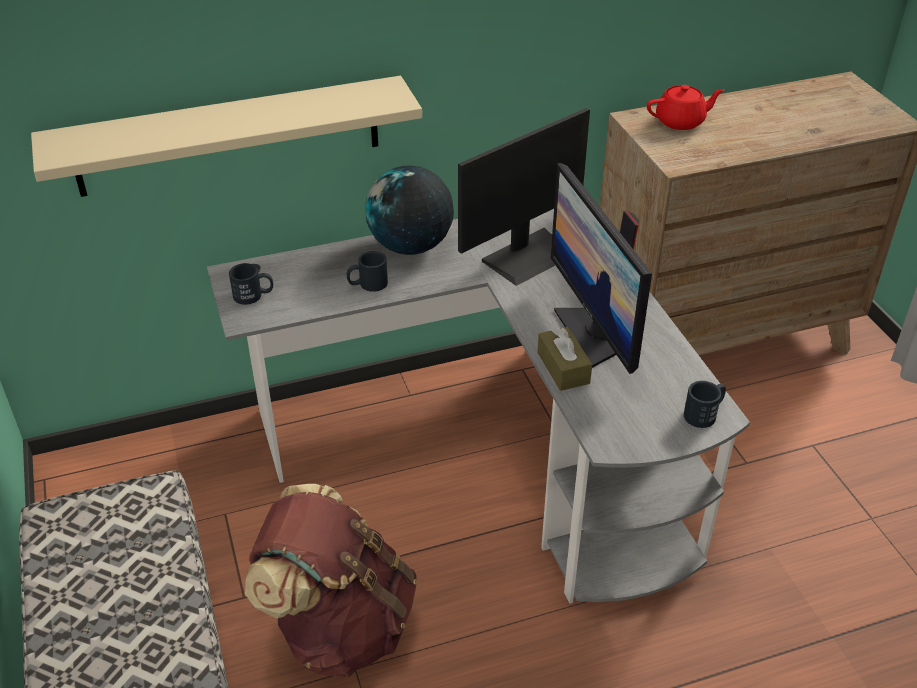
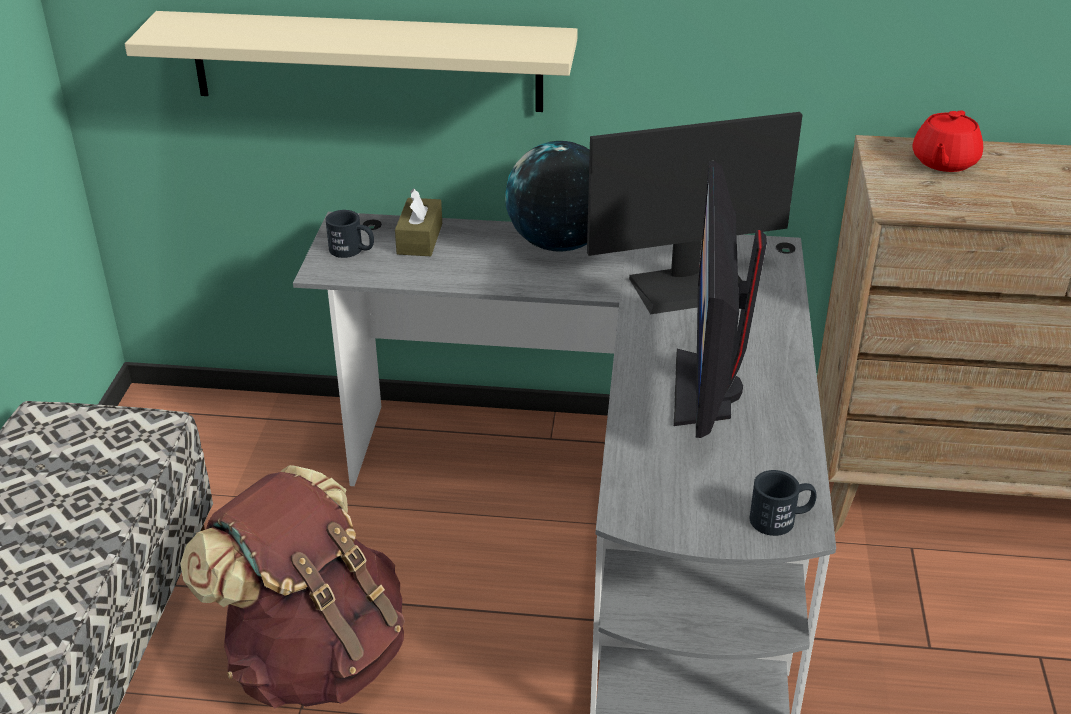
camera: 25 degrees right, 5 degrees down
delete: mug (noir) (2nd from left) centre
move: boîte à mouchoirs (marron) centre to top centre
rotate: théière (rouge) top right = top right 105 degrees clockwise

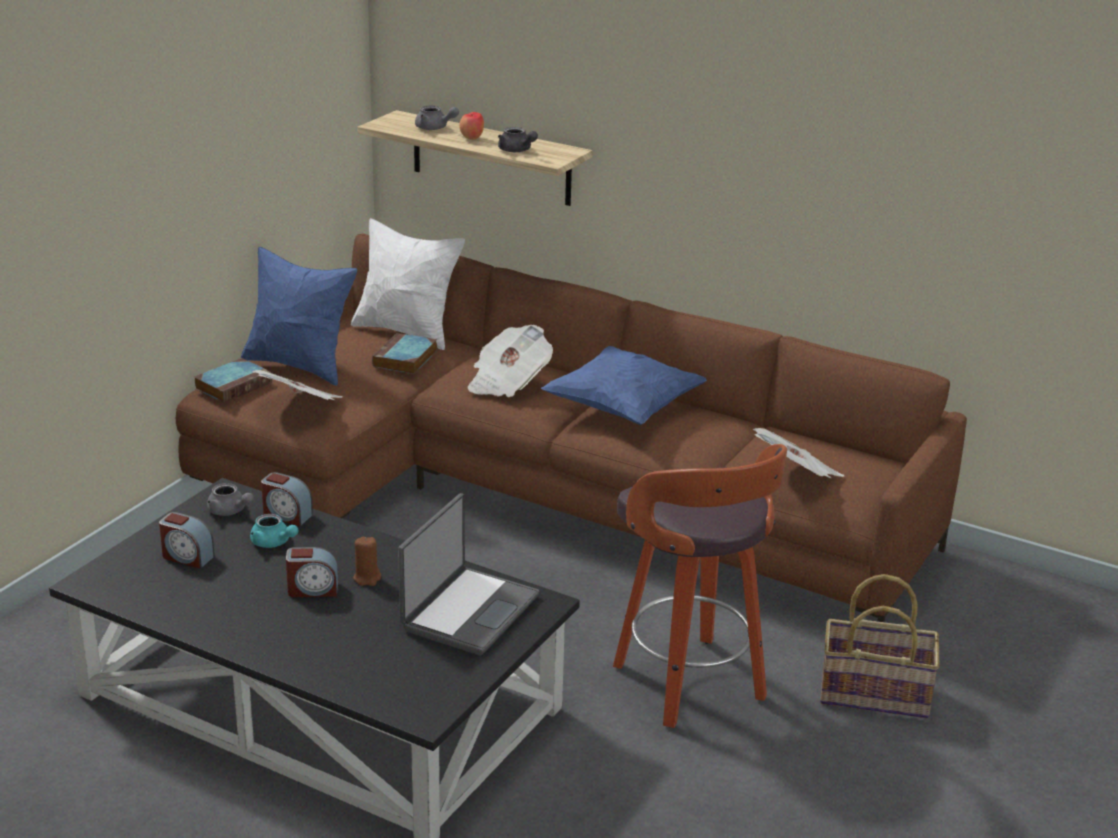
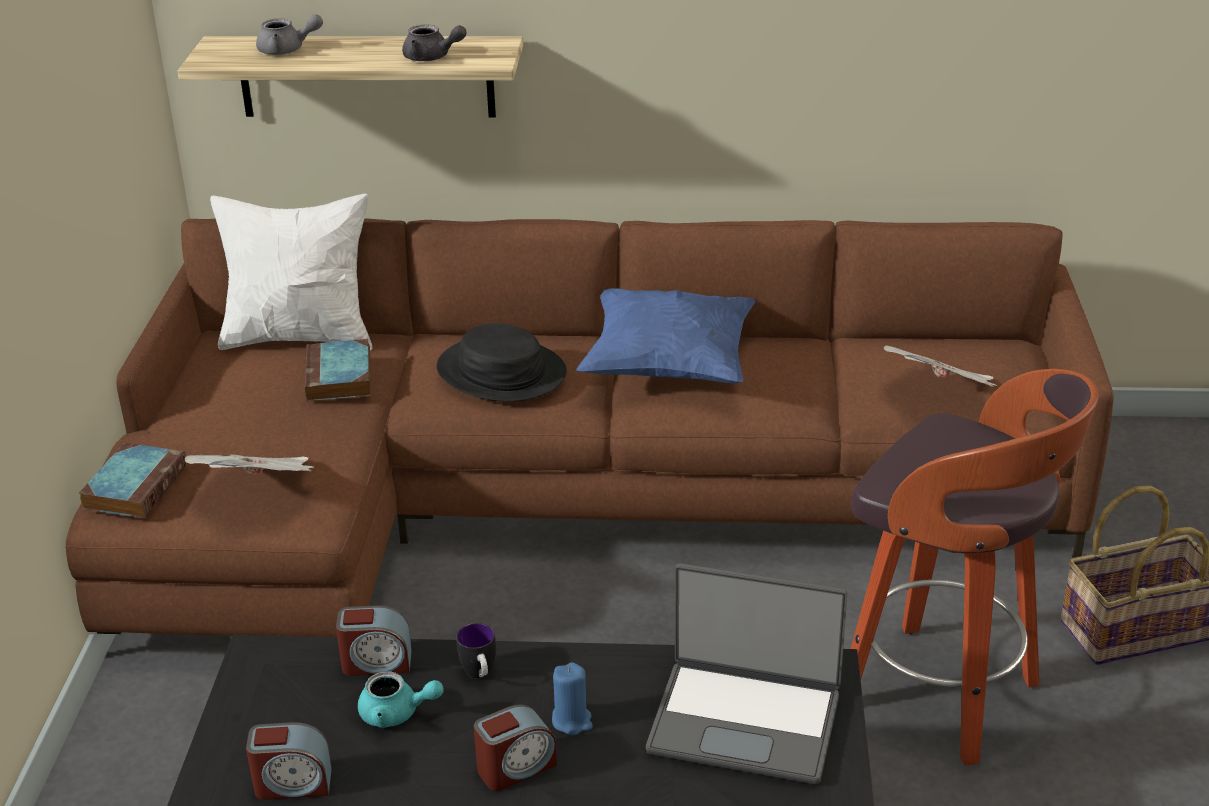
camera: 25 degrees left, 5 degrees up
delete: théière (gris) (1st from left) middle left; coussin (bleu) (1st from left) middle left; pomme top centre
insert: mug bottom centre
replace: journal (2nd from left) centre to chapeau (noir) centre
recolor: bougie (marron) bottom left to bougie (bleu) bottom centre
rotate: ordinateur portable bottom centre = bottom centre 105 degrees clockwise

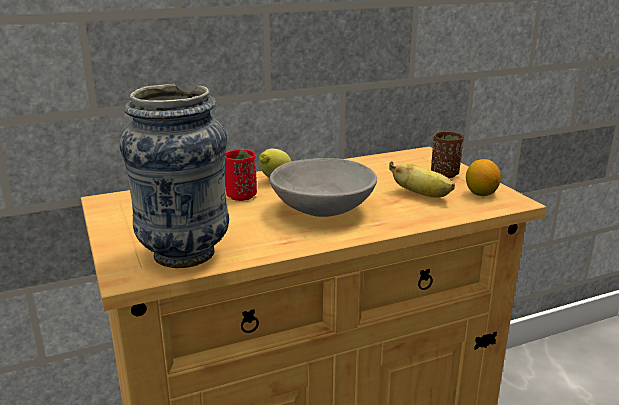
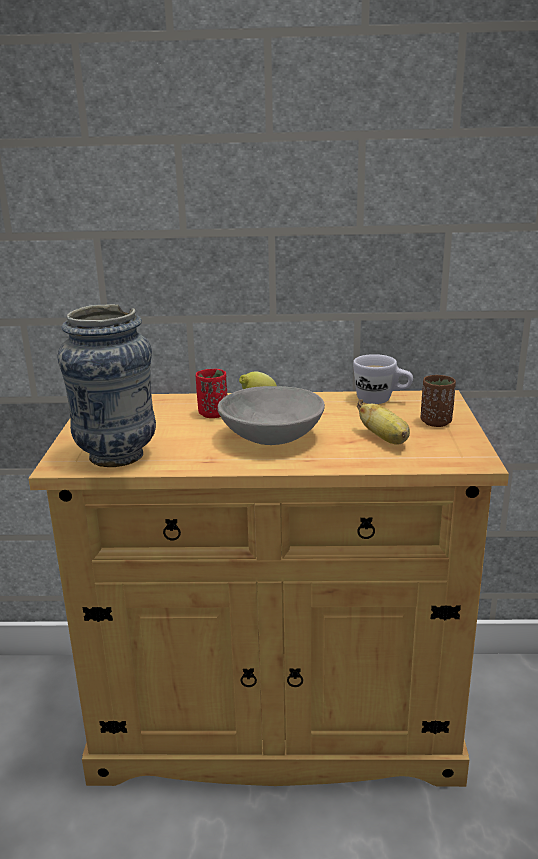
camera: 25 degrees right, 0 degrees up
delete: citron (2nd from left) middle right
insert: mug (blanc) middle right

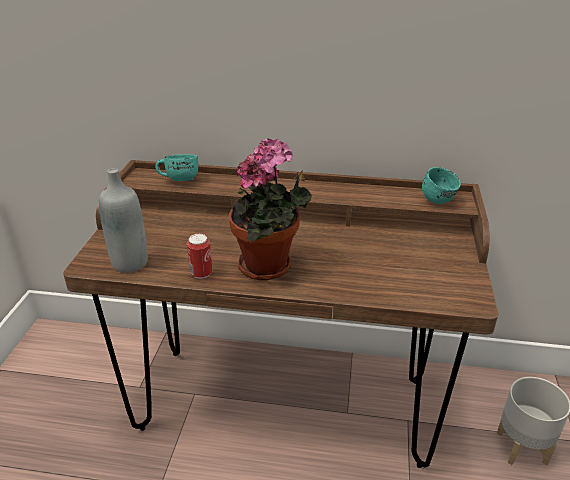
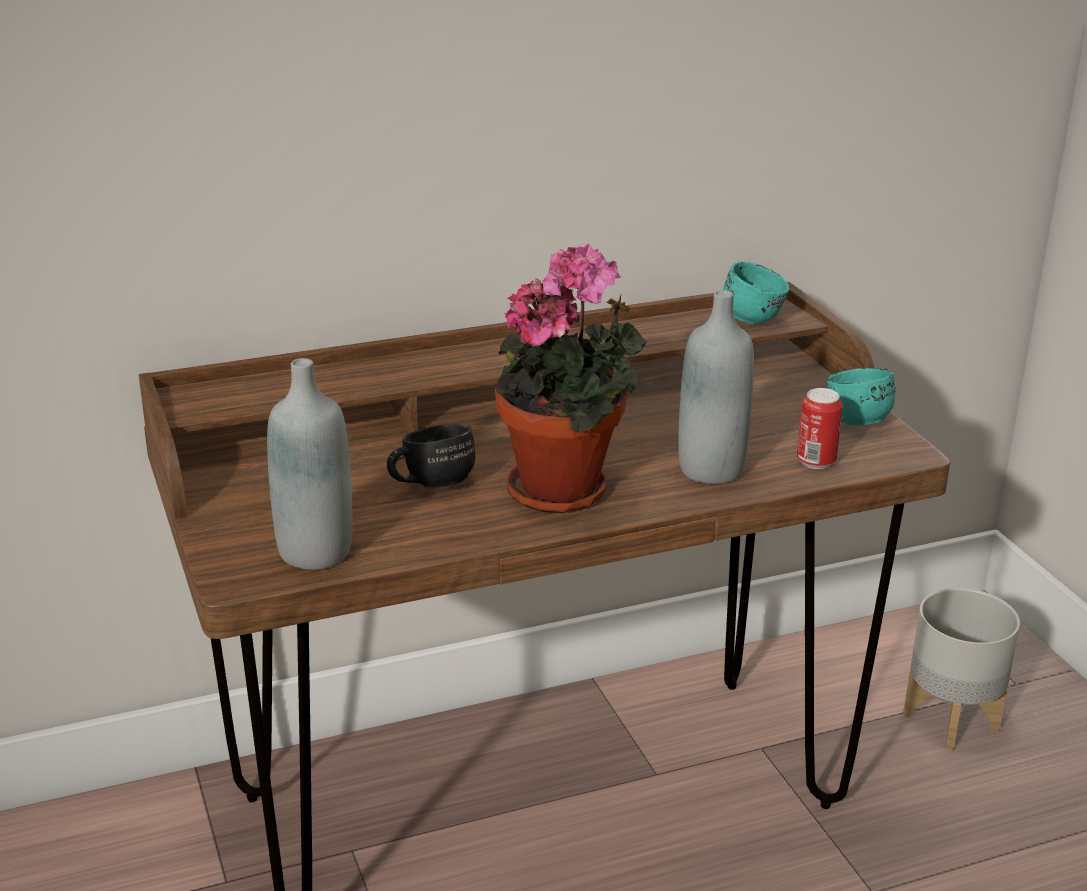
camera: 30 degrees left, 5 degrees down
insert: mug (noir) centre; bouteille (gris) (2nd from left) centre
move: boîte métallique centre to middle right; mug (turquoise) (1st from left in the first image) middle left to mug (turquoise) (2nd from left) middle right

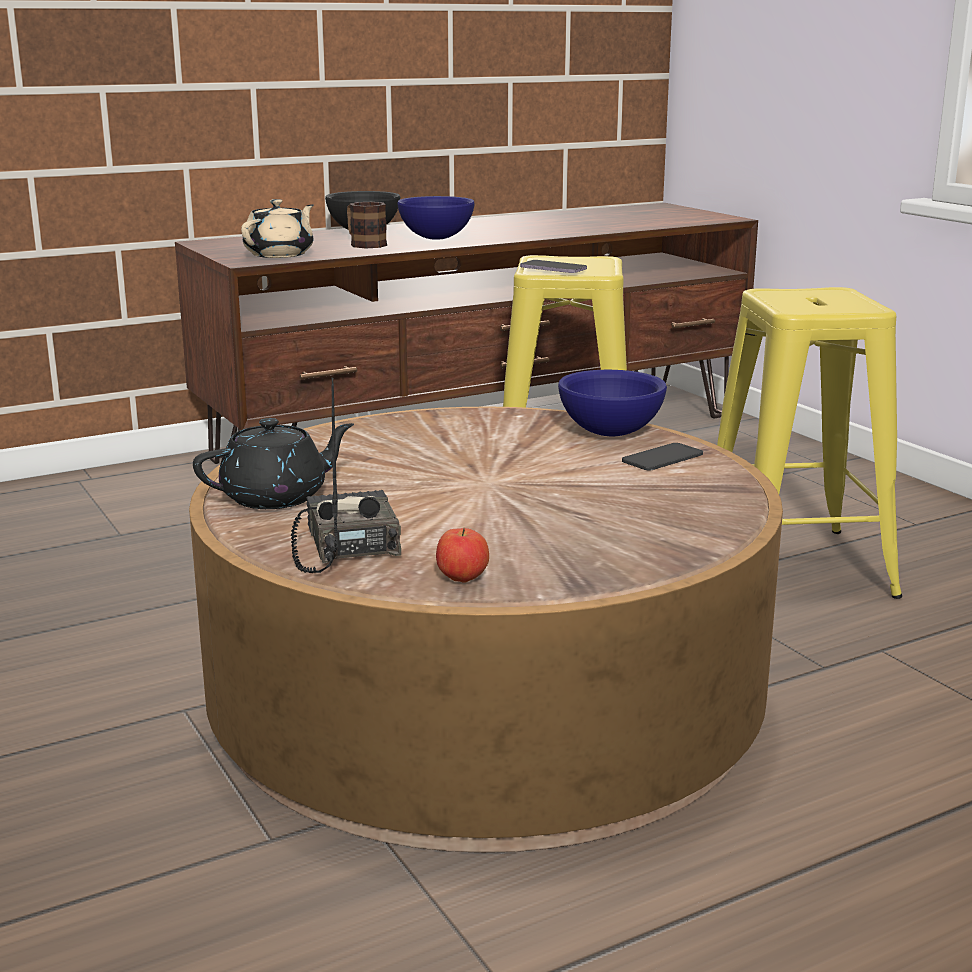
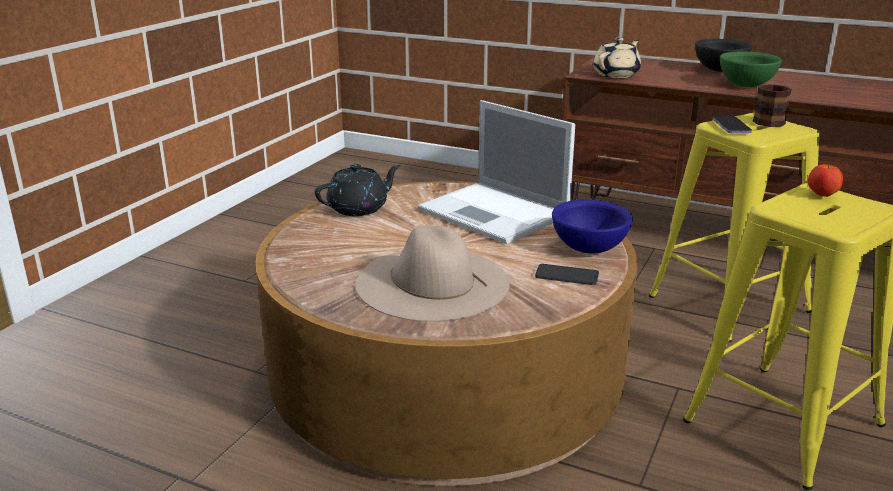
camera: 55 degrees right, 5 degrees up
delete: radio centre
insert: chapeau (beige) centre; ordinateur portable centre
move: mug top centre to top right; pomme centre to middle right
recolor: bol (bleu) (1st from left) top centre to bol (vert) top right
rotate: théière (noir) middle left = centre 60 degrees counterclockwise; théière (beige) top left = top right 45 degrees counterclockwise

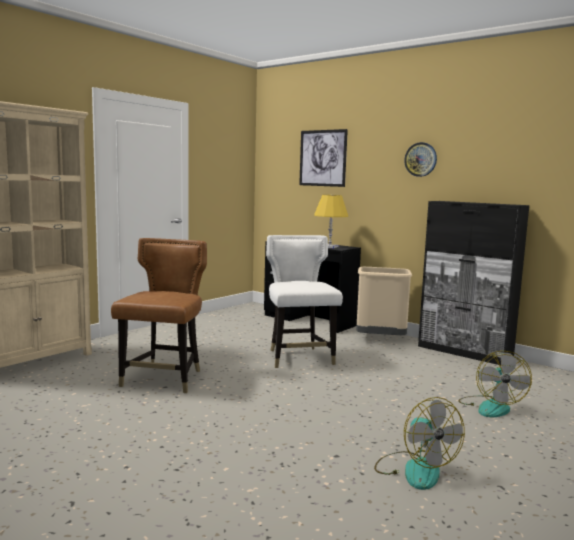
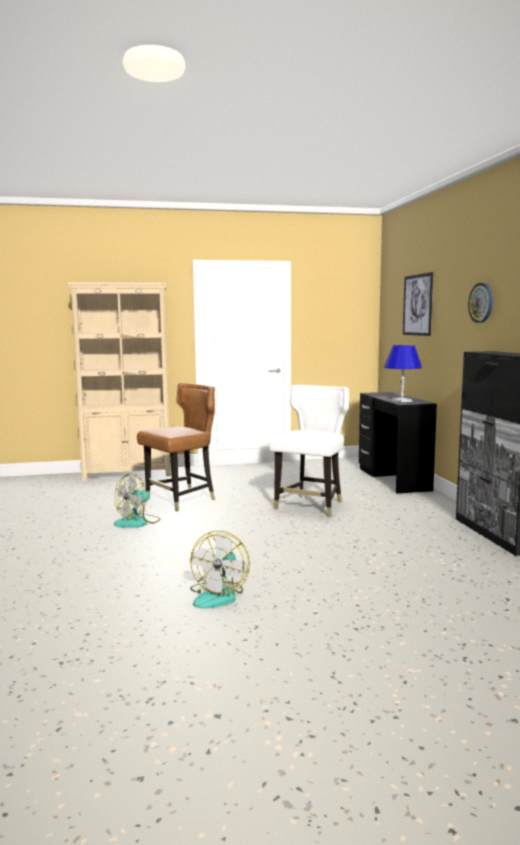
camera: 40 degrees right, 0 degrees up
delete: poubelle (beige) middle right
move: ventilateur (2nd from left in the first image) bottom right to ventilateur (1st from left) middle left
recolor: lampe de table (jaune) centre to lampe de table (bleu) middle right

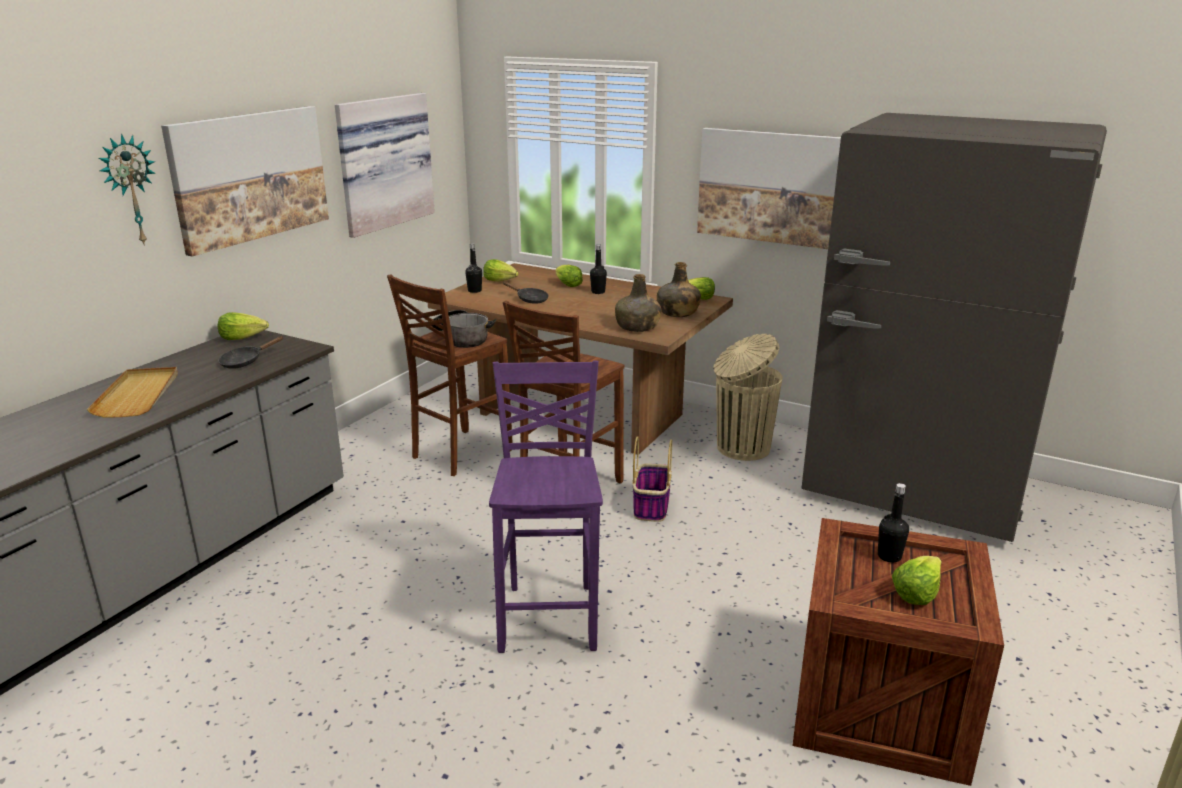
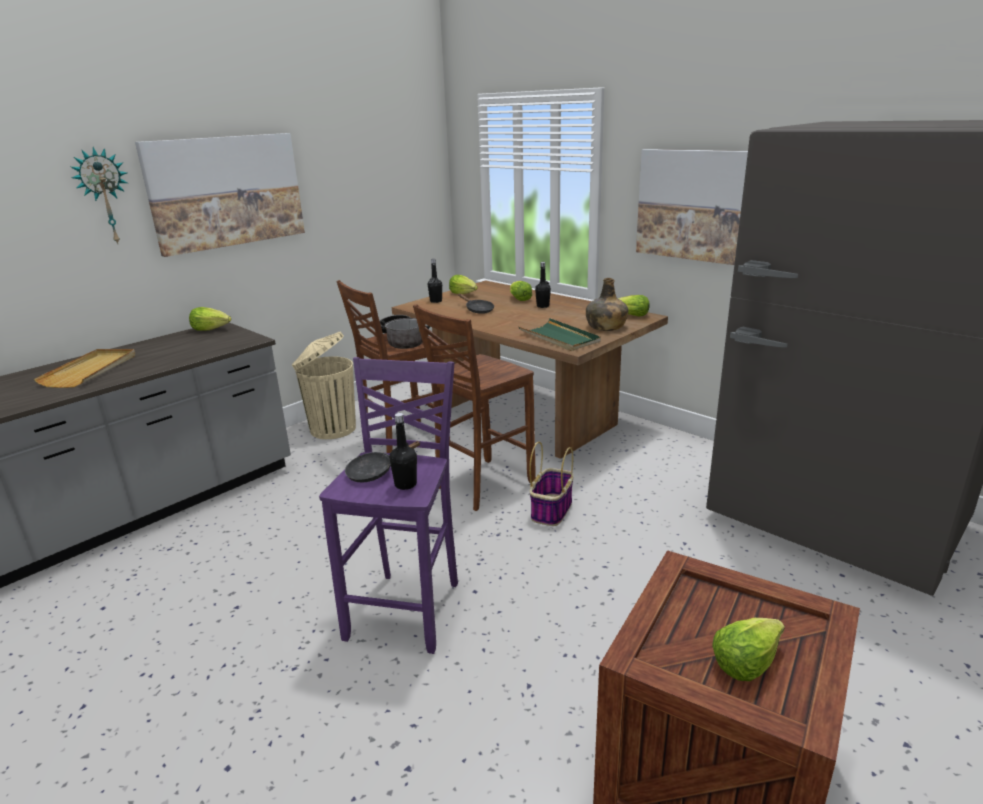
camera: 15 degrees right, 0 degrees up
delete: tableau (2nd from left) top left
move: poubelle (beige) centre to middle left; poêle (noir) (1st from left) middle left to centre; bouteille (noir) (3rd from left in the first image) middle right to bouteille (noir) (1st from left) centre
replace: bouteille (vert) (1st from left) centre to plateau (vert) centre

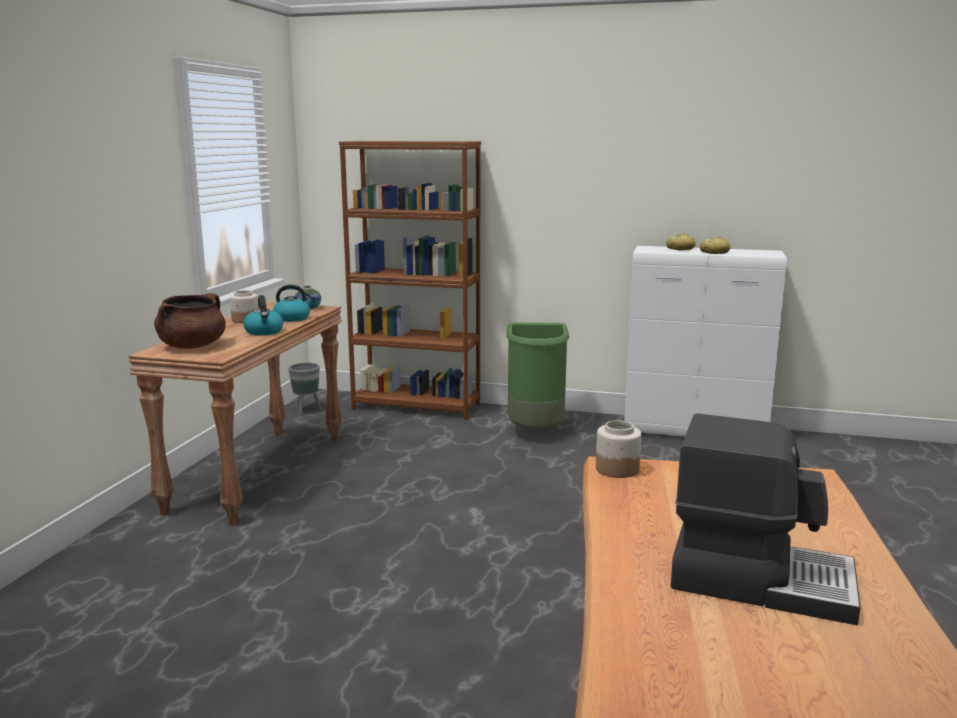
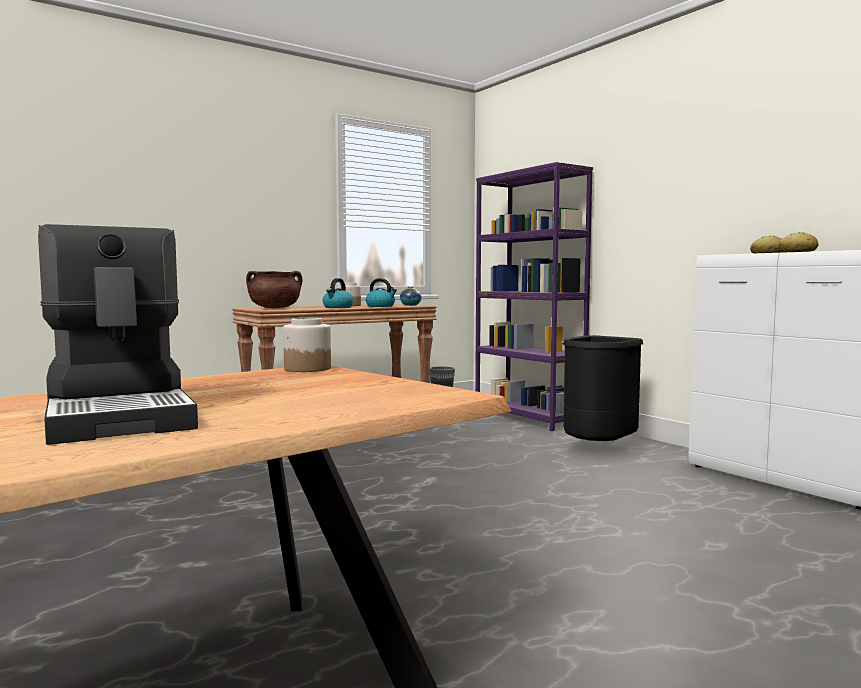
camera: 40 degrees right, 10 degrees down
recolor: bibliothèque (marron) centre to bibliothèque (violet) centre; poubelle (vert) centre to poubelle (noir) middle right

